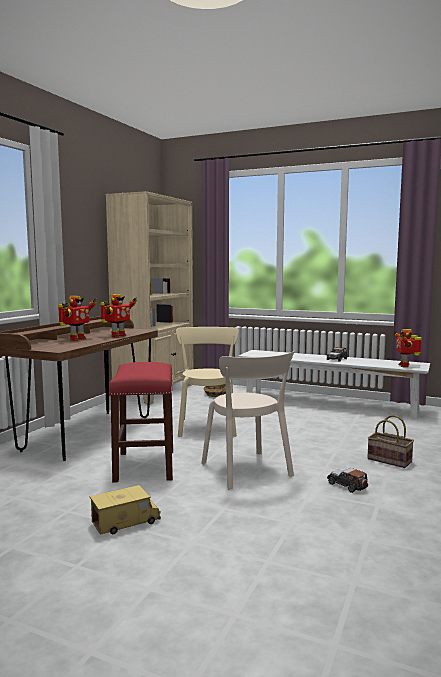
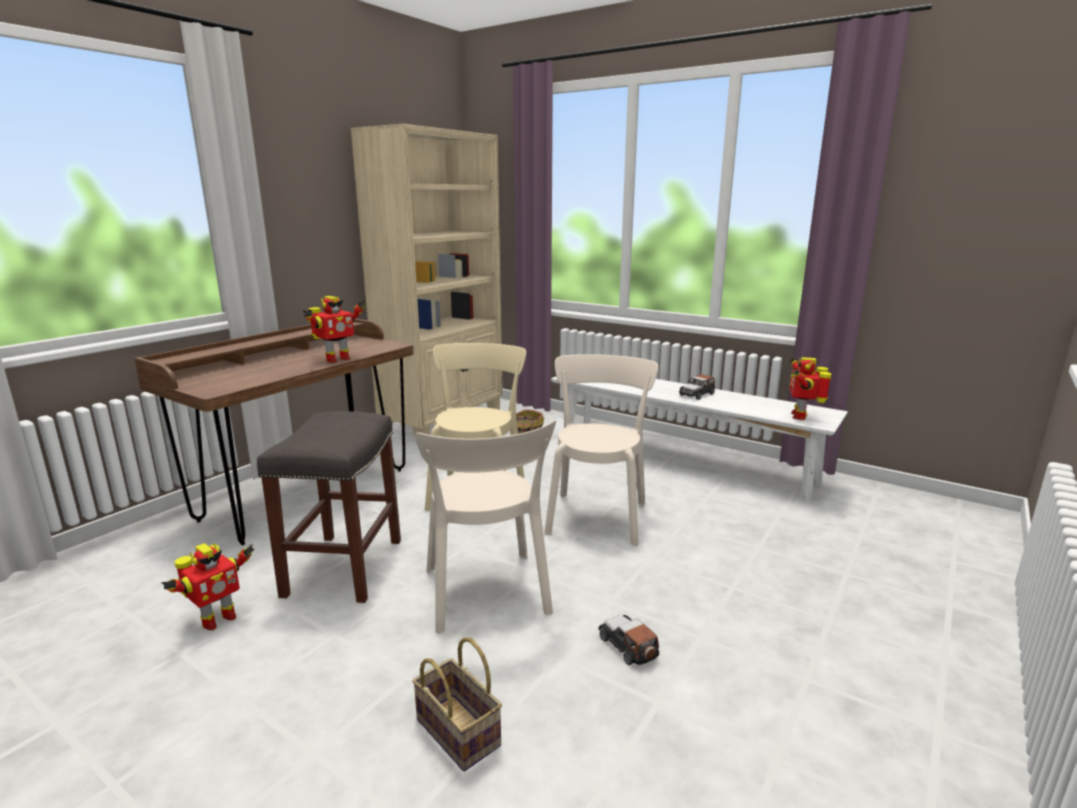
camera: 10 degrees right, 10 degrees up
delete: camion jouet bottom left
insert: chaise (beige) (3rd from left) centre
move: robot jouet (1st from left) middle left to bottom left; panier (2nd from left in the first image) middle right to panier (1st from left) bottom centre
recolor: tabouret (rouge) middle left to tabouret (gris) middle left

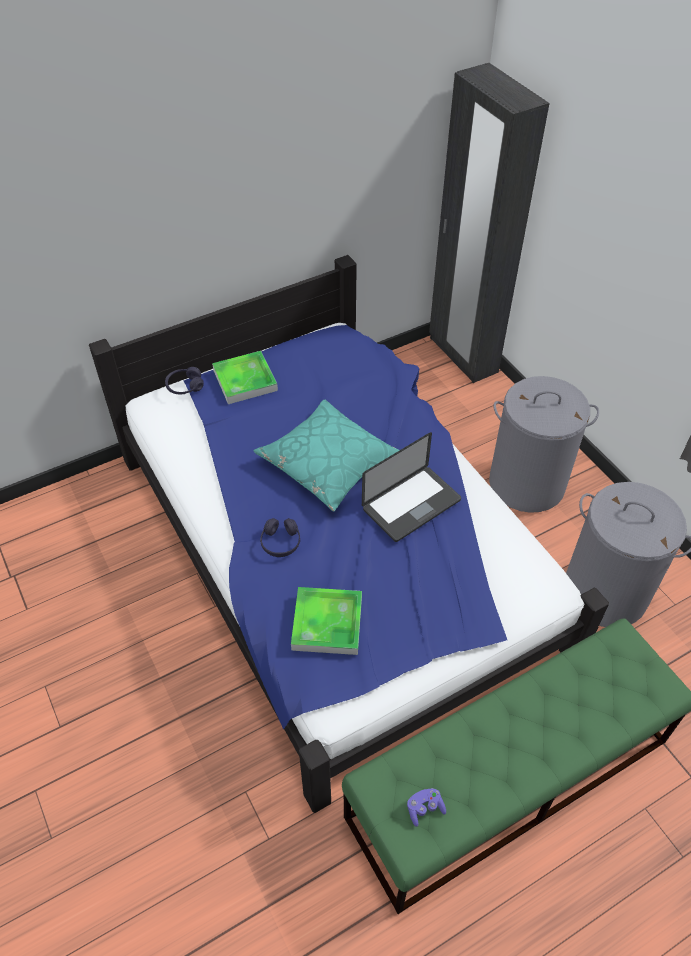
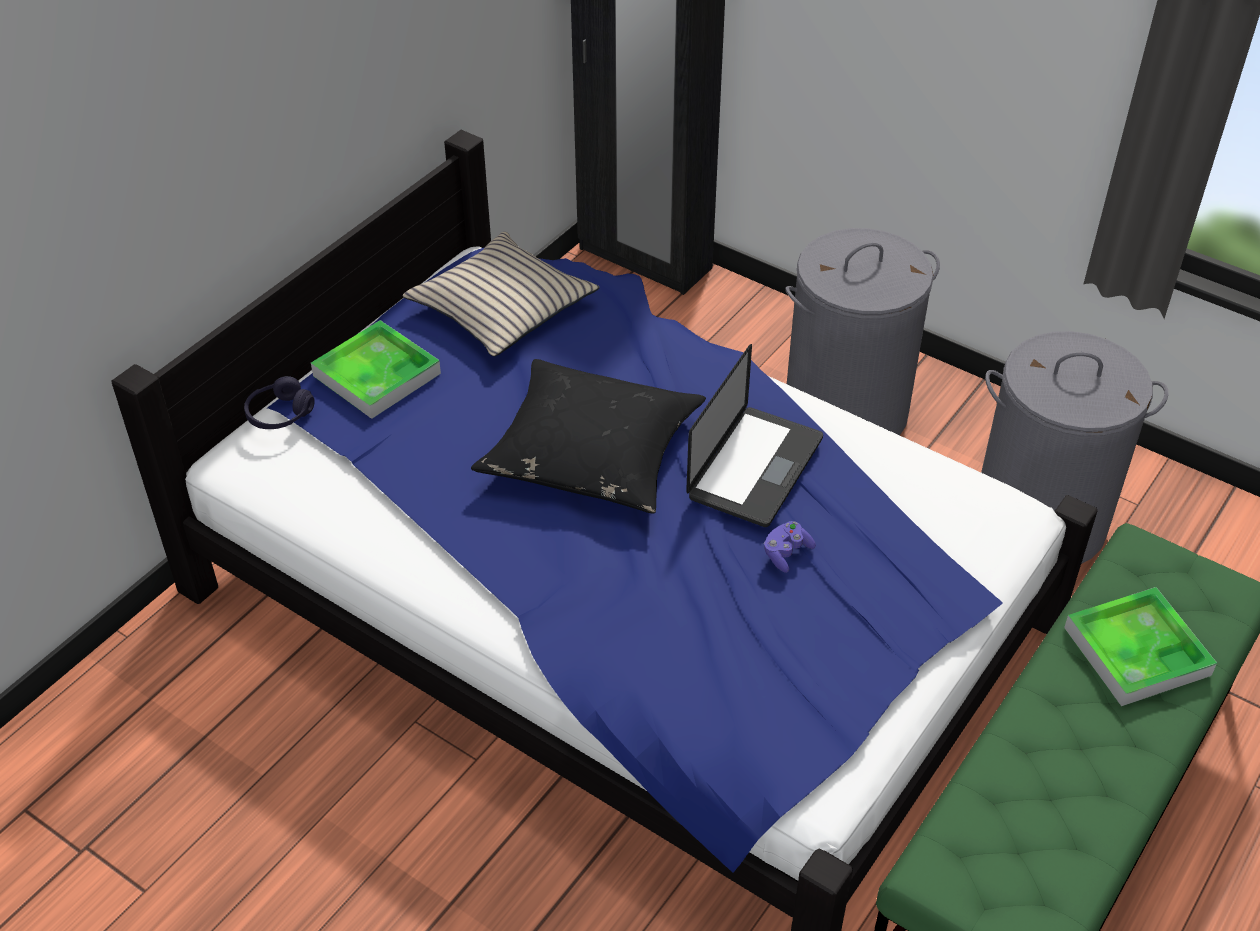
camera: 25 degrees left, 5 degrees down
delete: casque audio (violet) (2nd from left) centre
insert: coussin (beige) top centre
move: manette (violet) bottom centre to centre; plateau (2nd from left) centre to bottom right
recolor: coussin (turquoise) centre to coussin (noir) centre

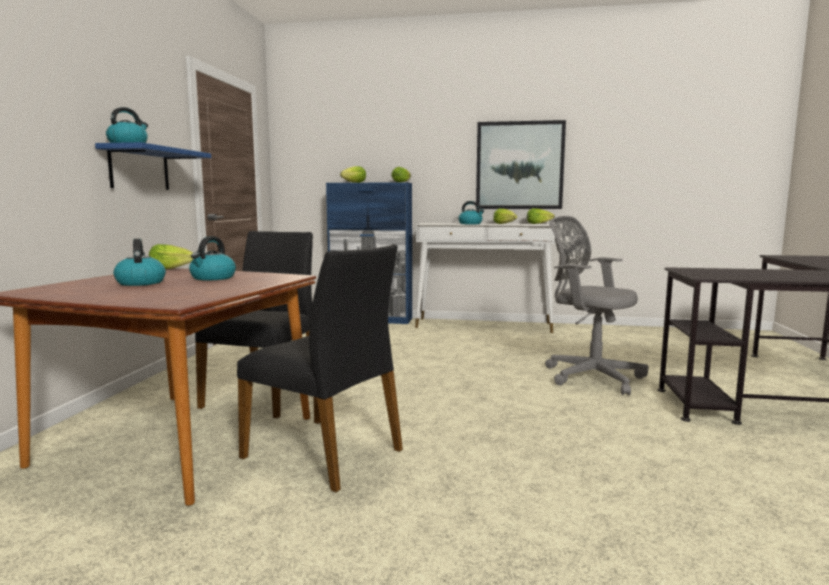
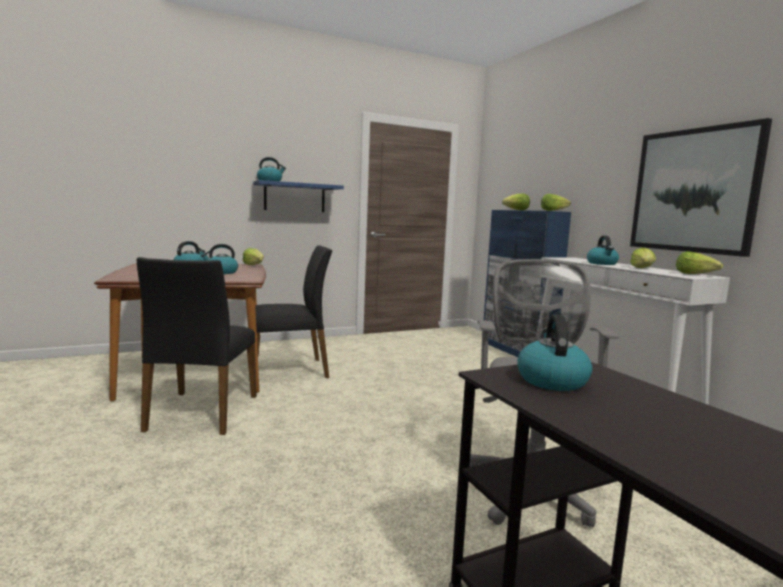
camera: 55 degrees right, 0 degrees up
insert: bouilloire (4th from left) middle right

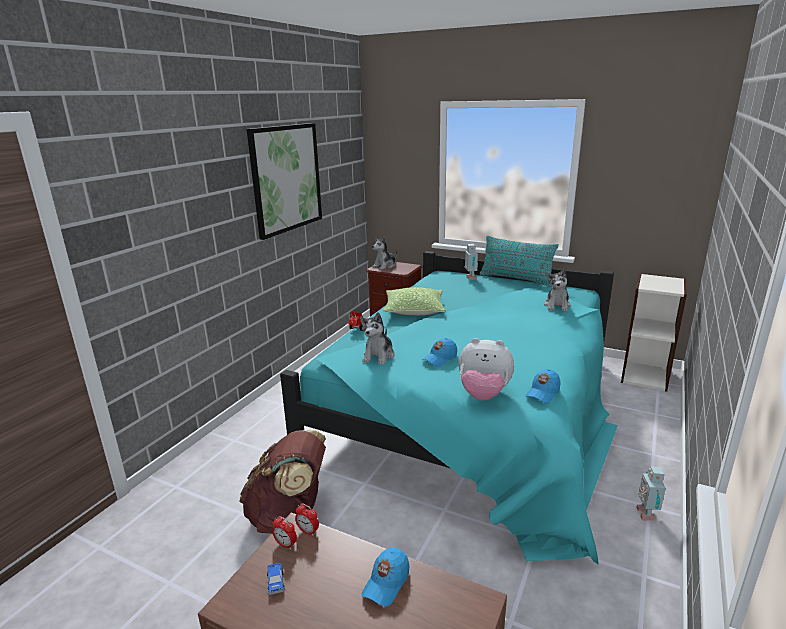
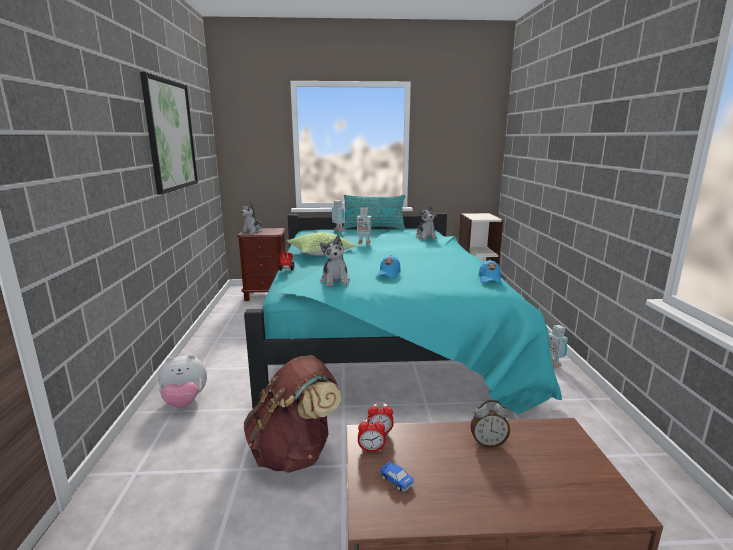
camera: 30 degrees left, 5 degrees down
insert: robot jouet (2nd from left) centre
move: peluche (3rd from left in the first image) centre to peluche (1st from left) bottom left
replace: casquette (bleu) (1st from left) bottom centre to réveil (3rd from left) bottom right

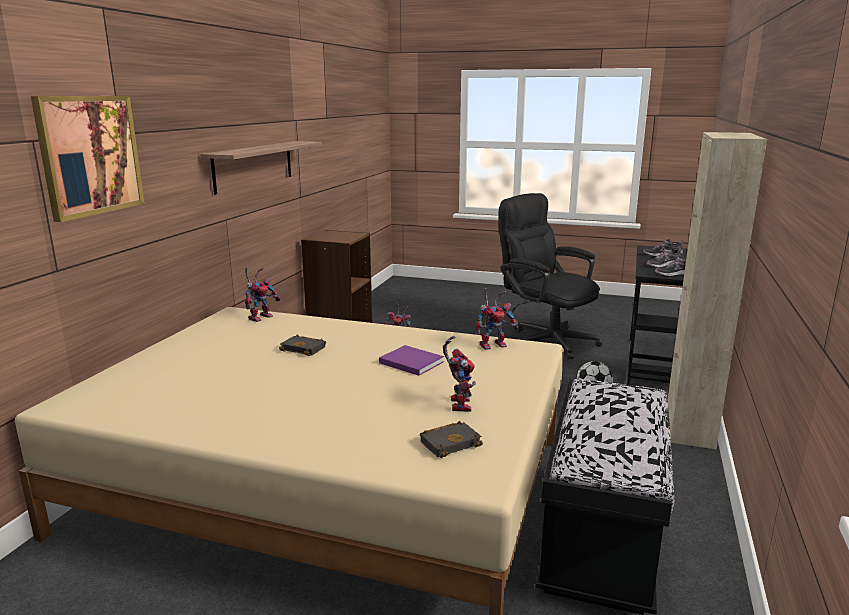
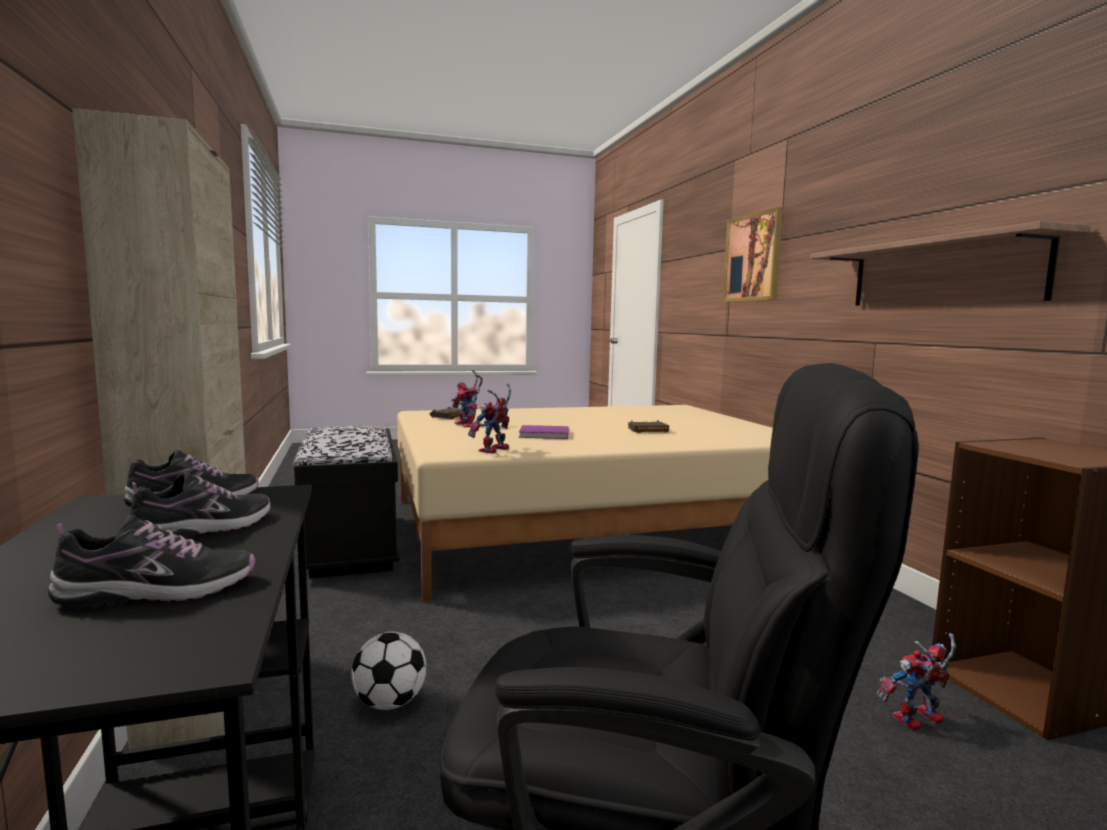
camera: 145 degrees right, 10 degrees down
delete: robot jouet (1st from left) middle left

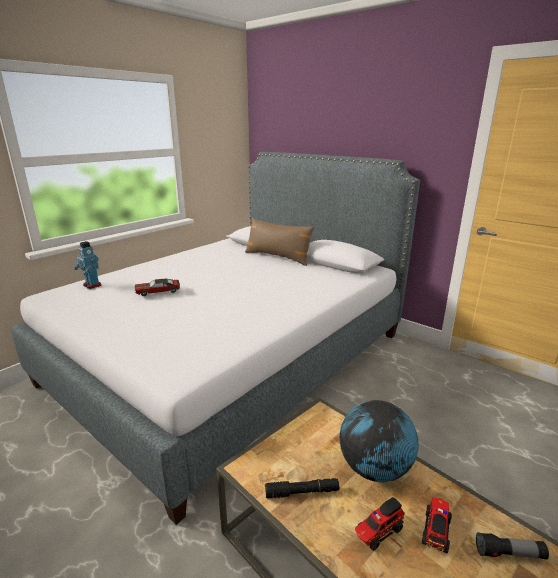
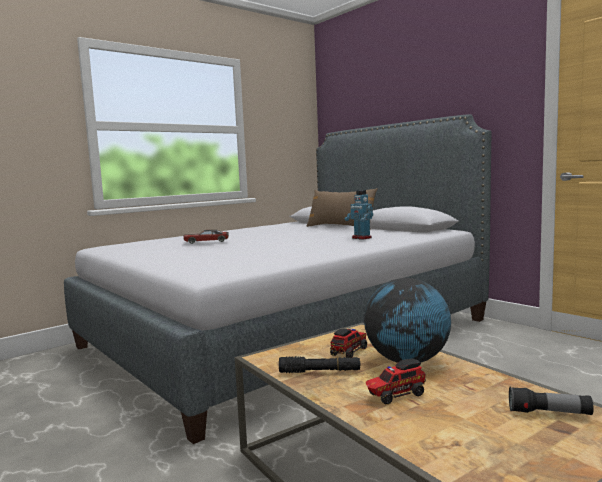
camera: 10 degrees right, 15 degrees down
move: camion jouet (2nd from left in the first image) bottom right to camion jouet (1st from left) bottom centre; robot jouet middle left to centre

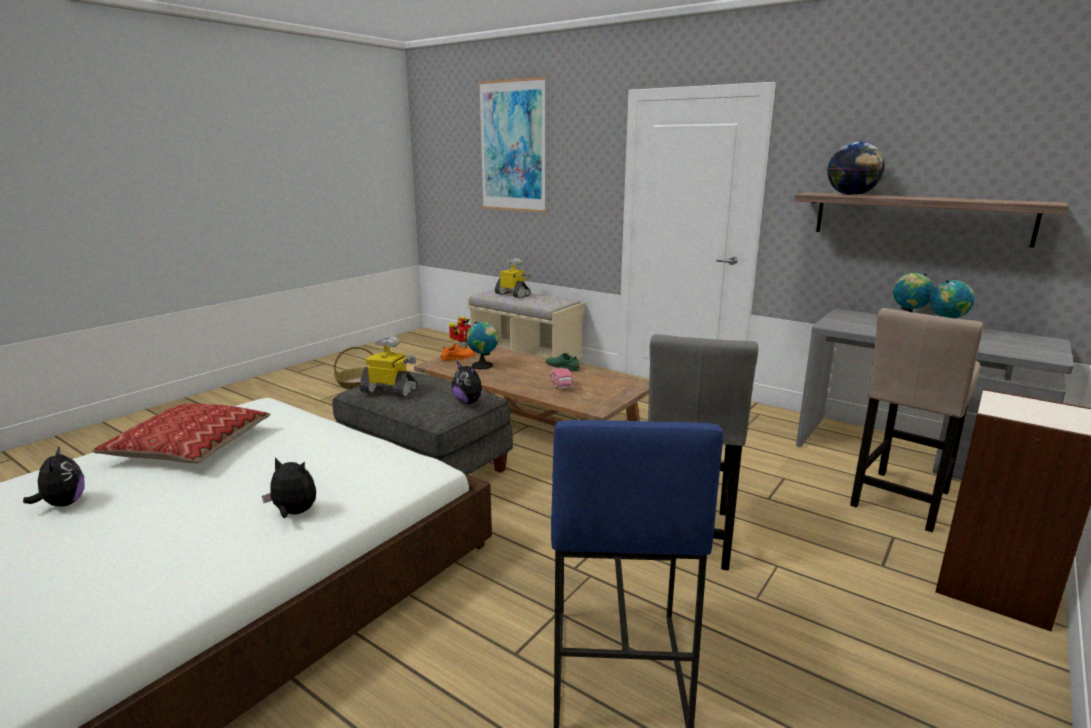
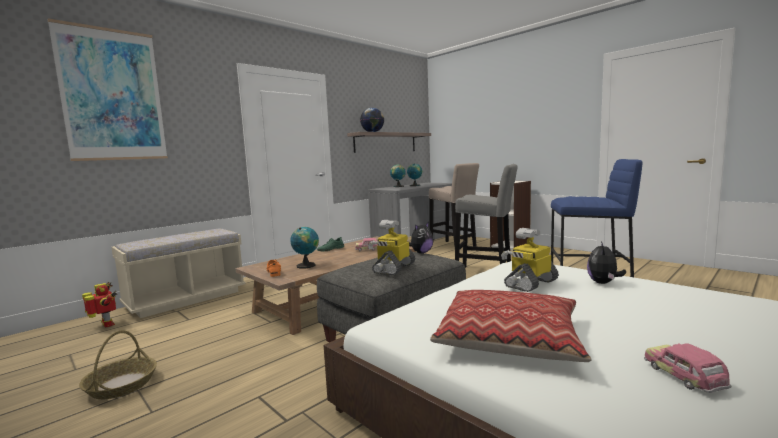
camera: 80 degrees left, 10 degrees down
move: robot jouet (3rd from left) centre to middle right
replace: peluche (1st from left) middle left to petite voiture (2nd from left) bottom right

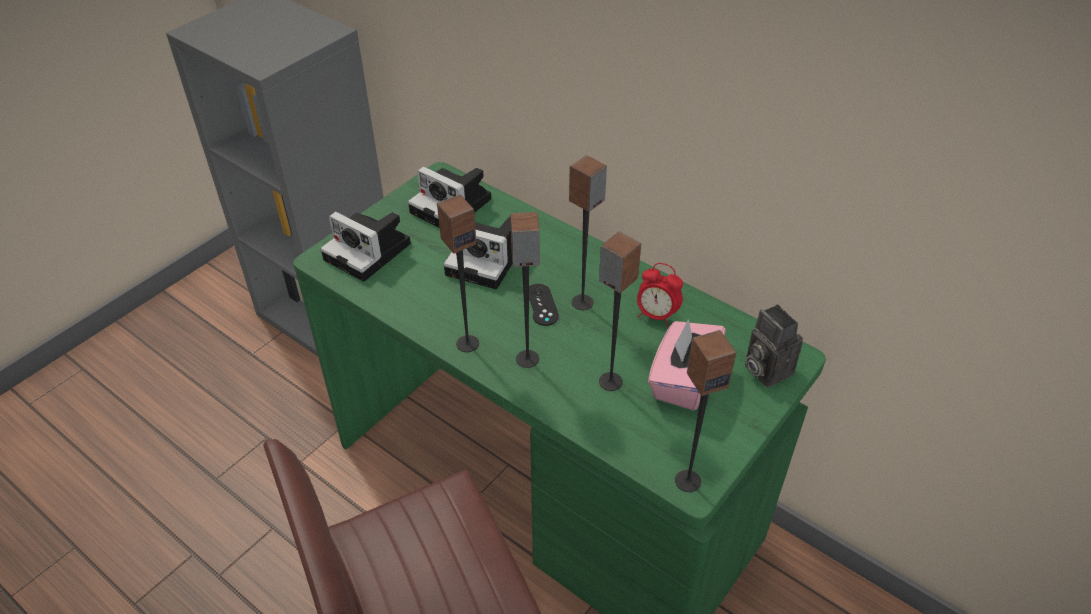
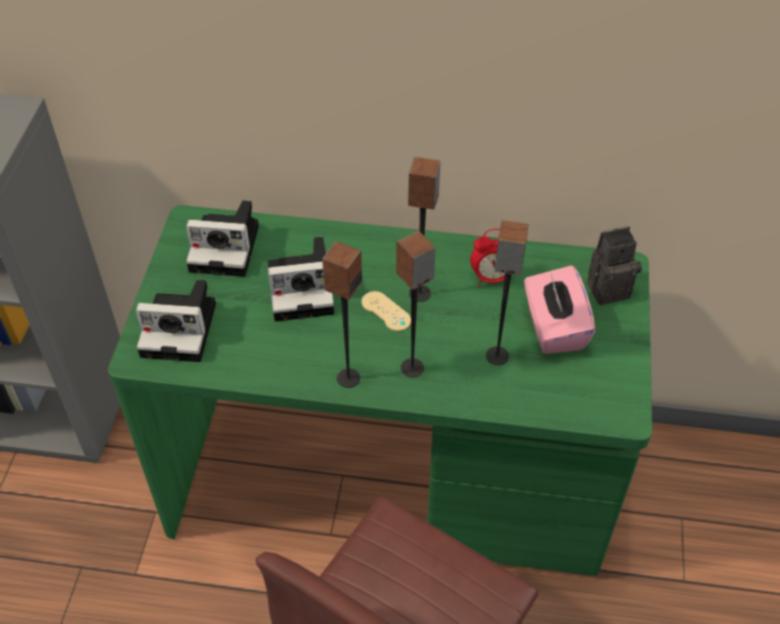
camera: 30 degrees left, 5 degrees up
delete: enceinte (5th from left) bottom centre
recolor: manette (noir) centre to manette (beige) centre
rotate: appareil photo (4th from left) middle right = middle right 135 degrees clockwise

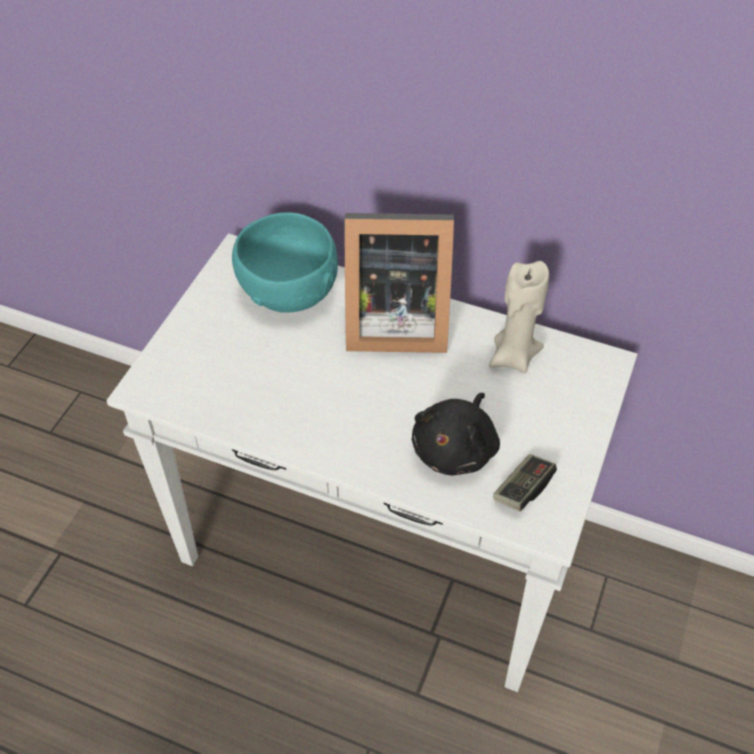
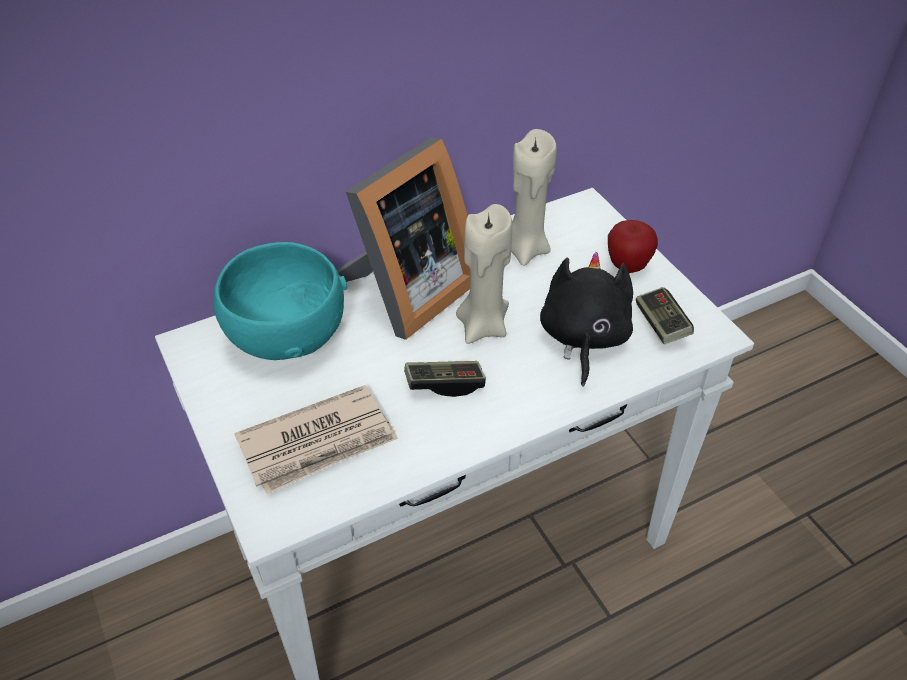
camera: 50 degrees left, 5 degrees down
insert: journal centre; manette (1st from left) centre; bougie (beige) (1st from left) centre; pomme middle right
rotate: peluche (noir) centre = centre 150 degrees counterclockwise

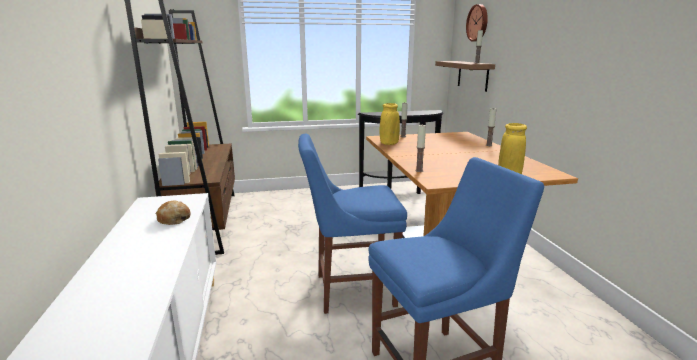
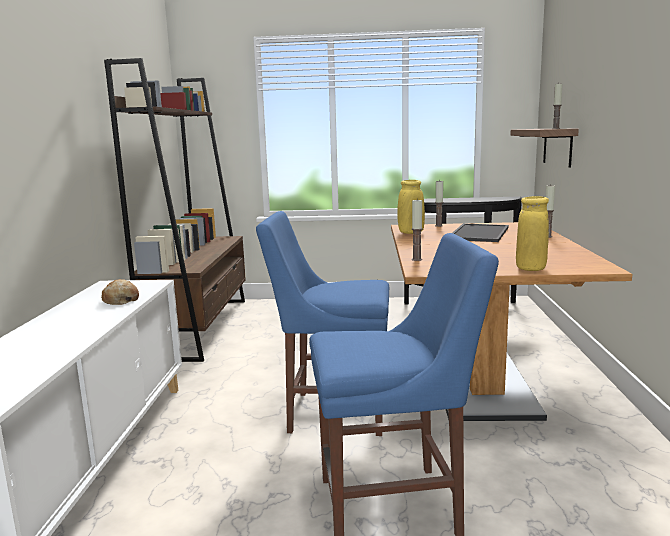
camera: 15 degrees right, 5 degrees down
delete: horloge murale top right
insert: plateau middle right

